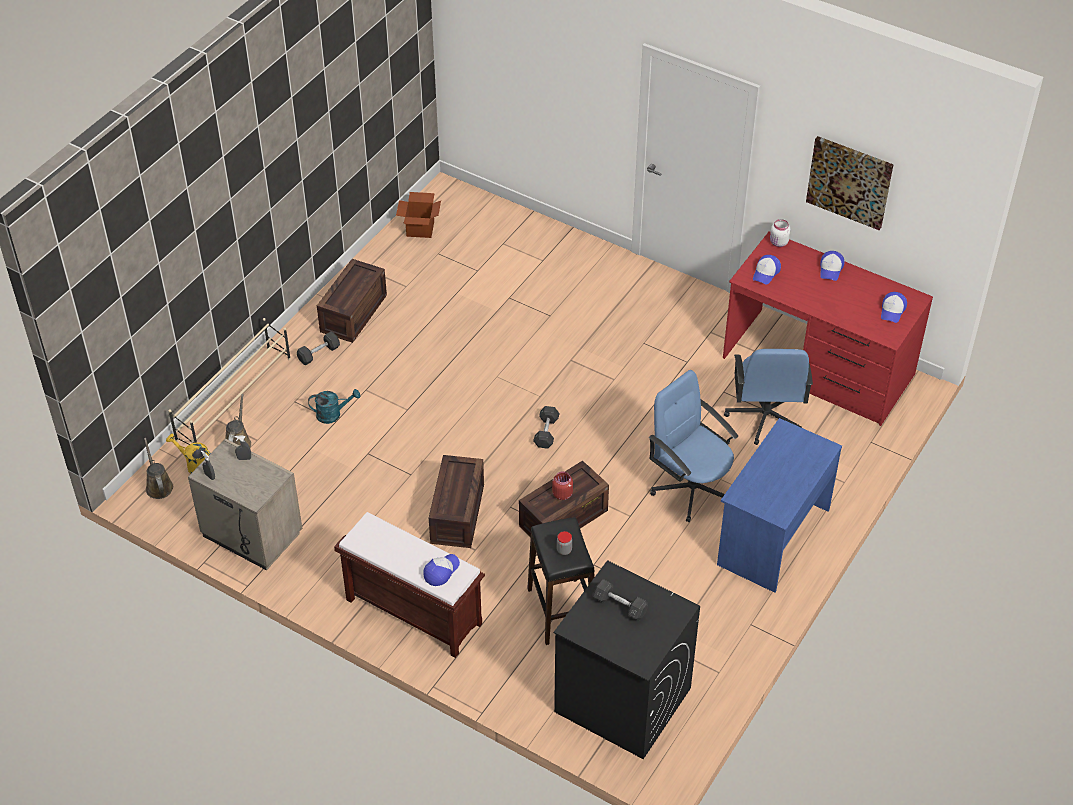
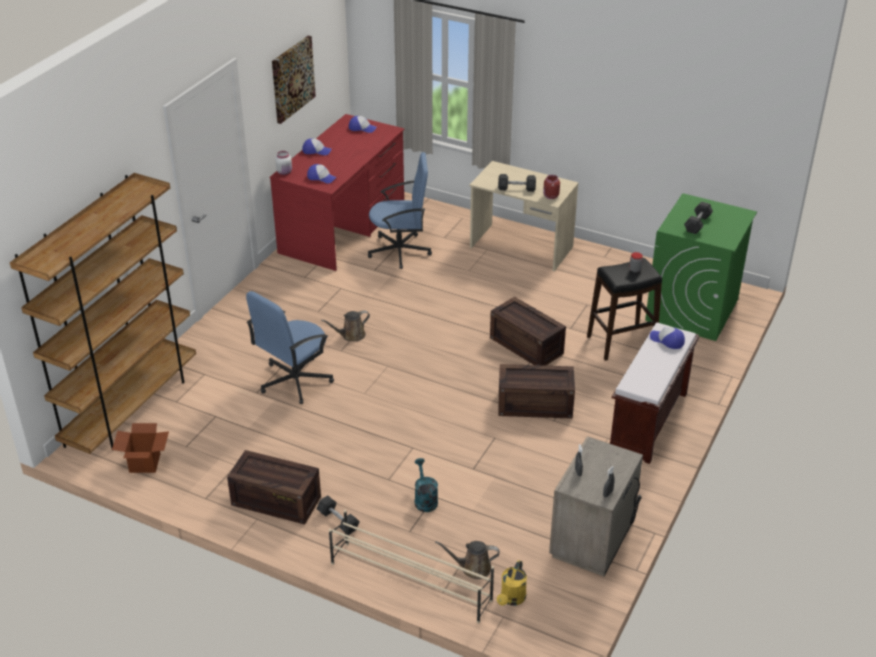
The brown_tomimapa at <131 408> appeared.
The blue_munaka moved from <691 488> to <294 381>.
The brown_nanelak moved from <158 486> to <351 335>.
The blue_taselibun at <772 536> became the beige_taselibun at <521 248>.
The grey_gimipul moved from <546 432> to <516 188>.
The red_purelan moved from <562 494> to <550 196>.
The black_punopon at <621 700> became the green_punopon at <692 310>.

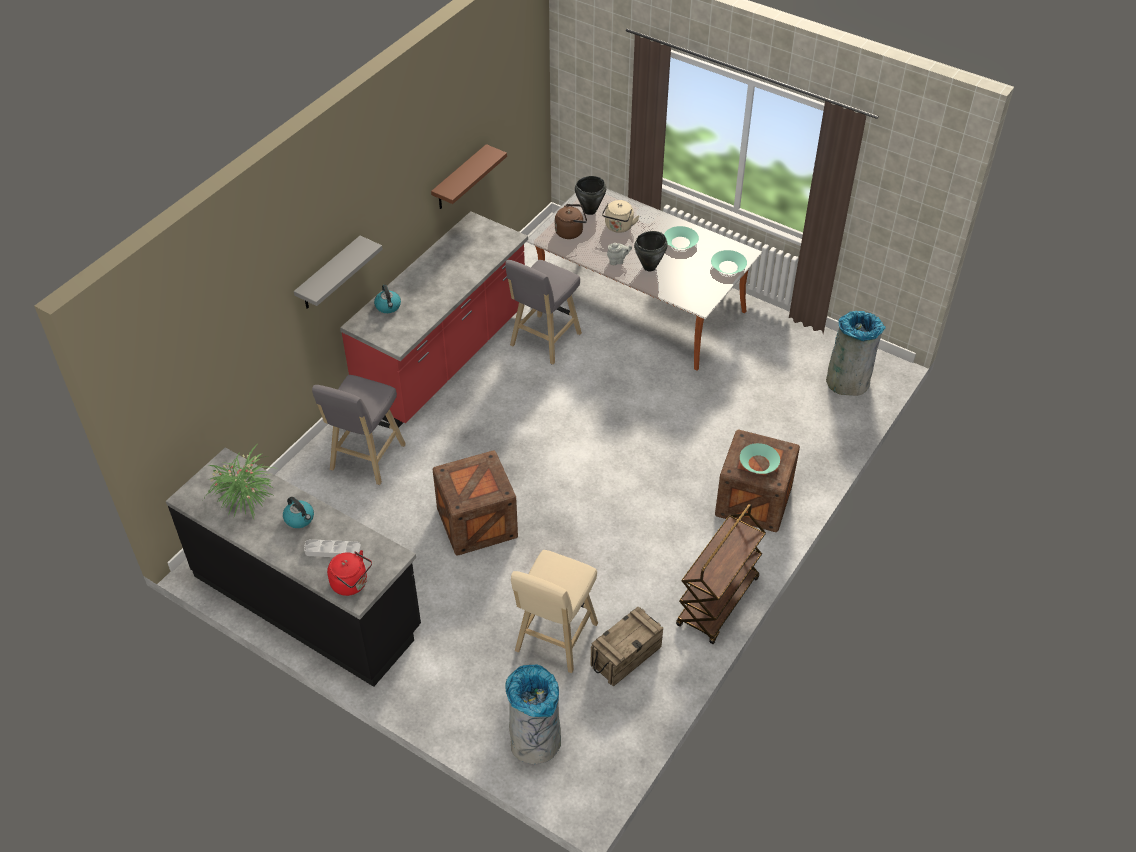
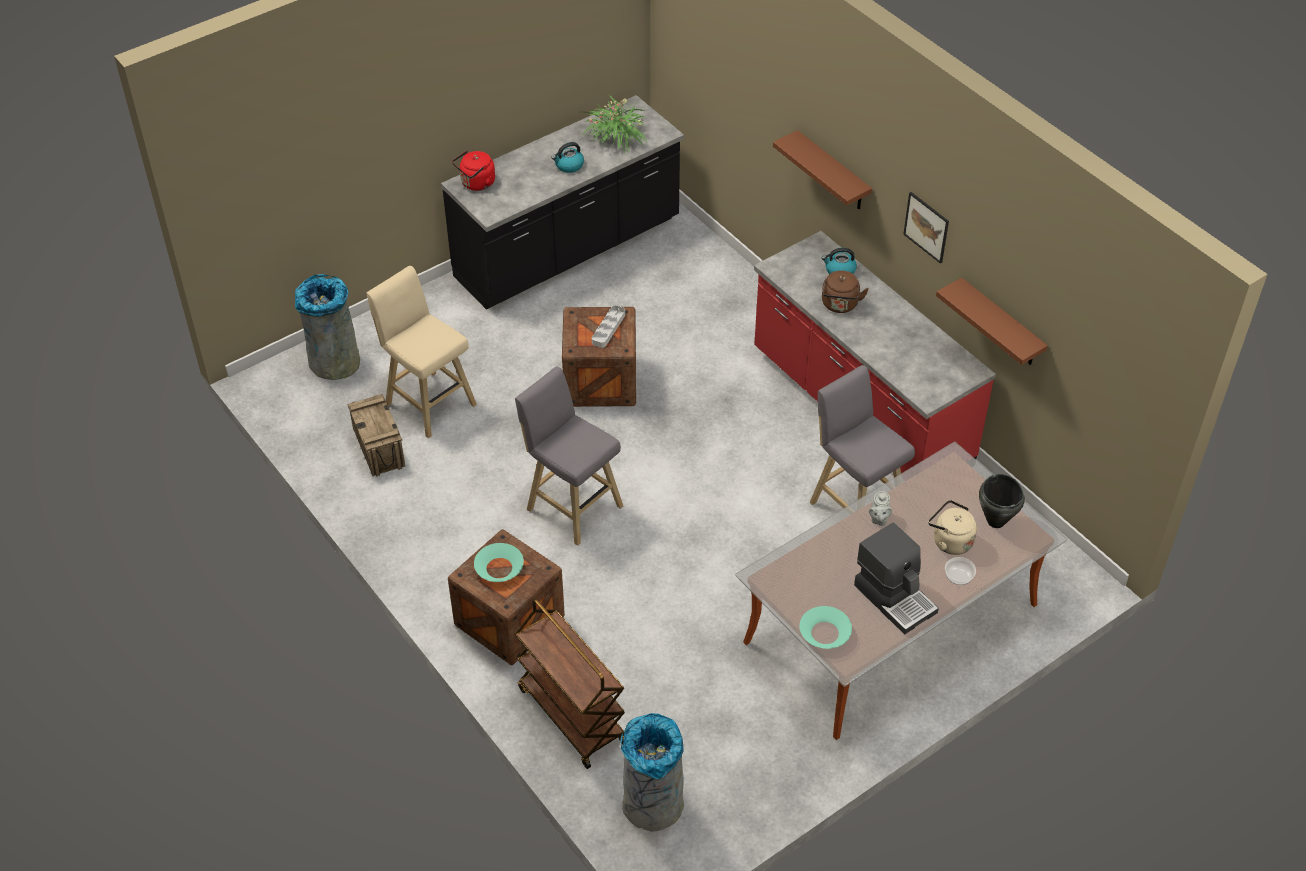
The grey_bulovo moved from <366 460> to <571 505>.
The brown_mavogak moved from <718 603> to <571 715>.
The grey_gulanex moved from <333 551> to <608 329>.
The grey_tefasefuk at <329 274> became the brown_tefasefuk at <833 172>.
The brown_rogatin moved from <571 232> to <840 305>.
The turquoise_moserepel at <680 242> was replaced by the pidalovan at <895 597>.
The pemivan at <926 227> appeared.
The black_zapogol at <650 267> disappeared.

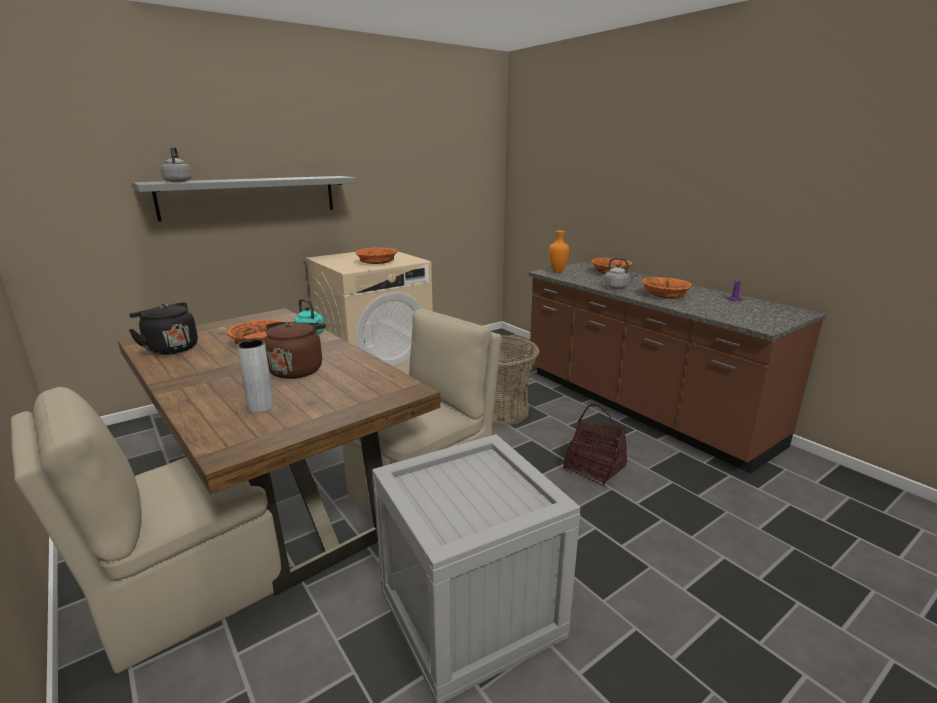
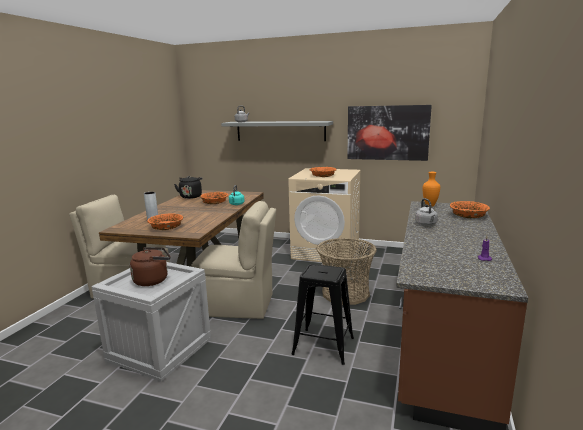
The brown_rogatin moved from <296 370> to <153 280>.
The orange_moserepel moved from <665 295> to <166 227>.
The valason at <594 468> was replaced by the black_bulovo at <323 346>.
The pemivan at <387 132> appeared.

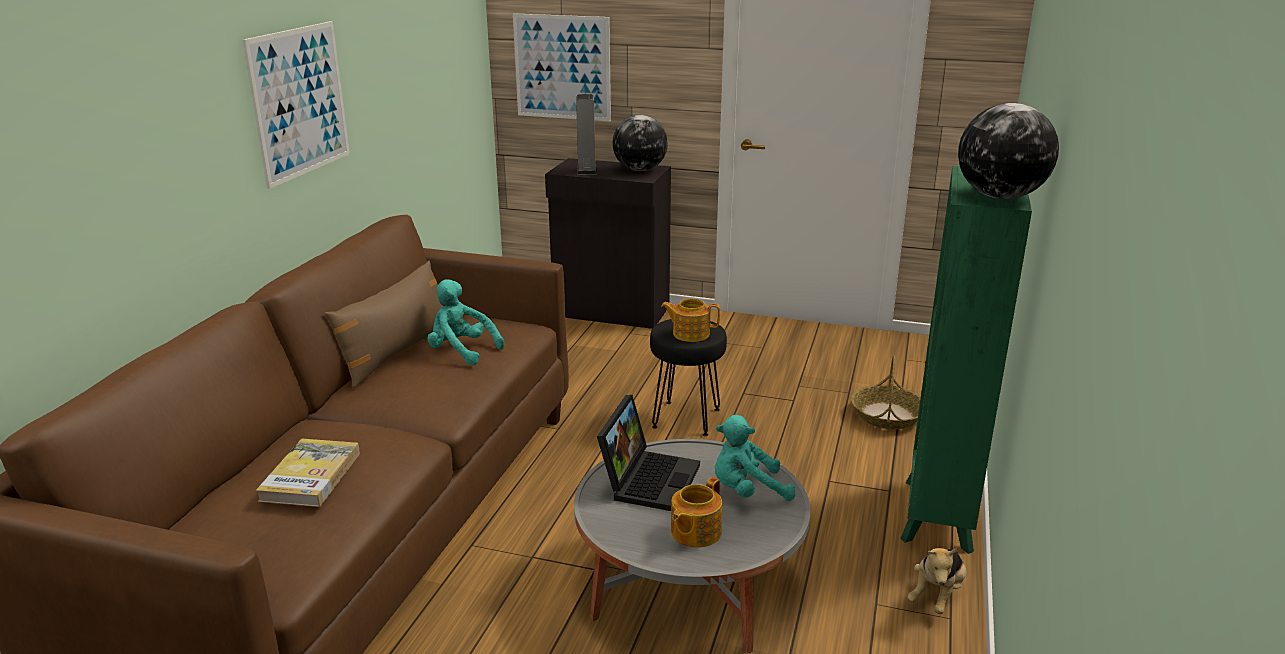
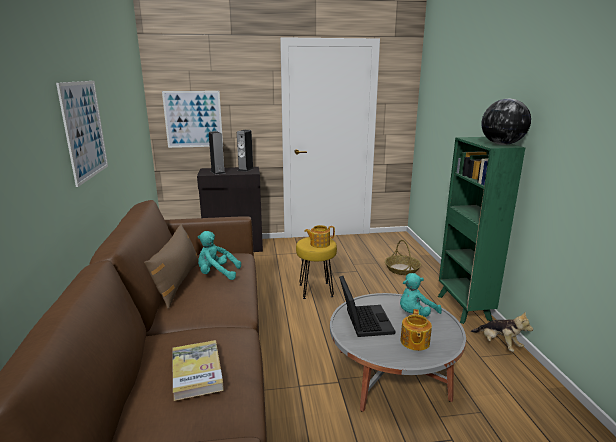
The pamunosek at <640 170> was replaced by the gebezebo at <246 169>.
The black_bulovo at <687 418> became the yellow_bulovo at <316 290>.
The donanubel at <937 595> turned 45 degrees counterclockwise.

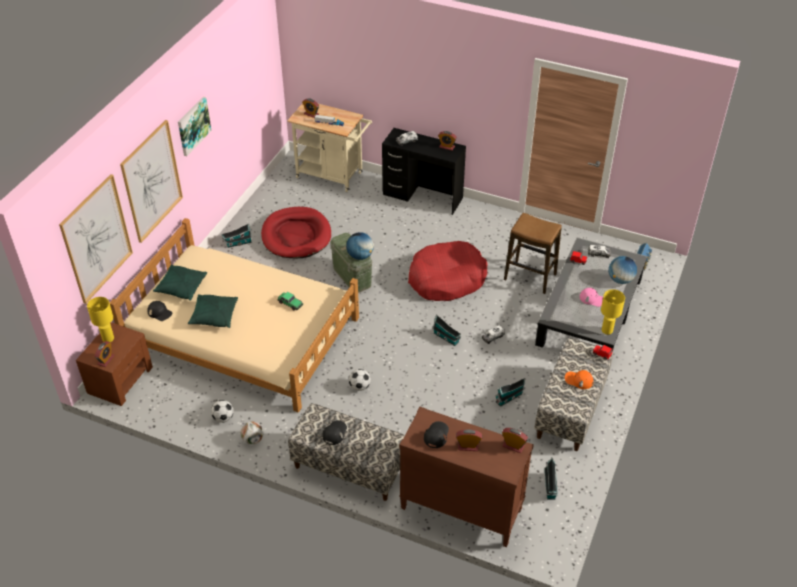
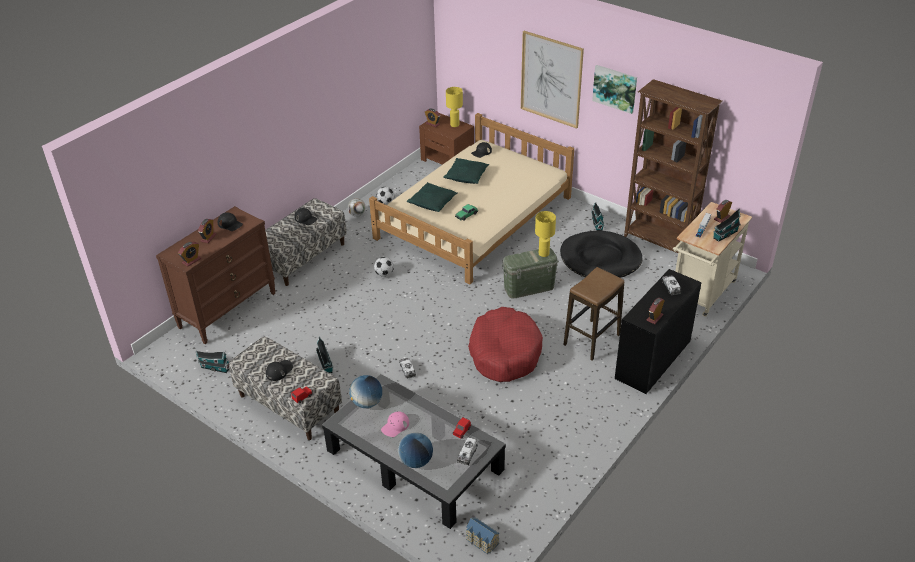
The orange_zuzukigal at <578 380> became the black_zuzukigal at <279 371>.
The pamunosek moved from <360 256> to <367 403>.
The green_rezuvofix moved from <181 287> to <432 203>.
The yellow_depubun moved from <607 331> to <543 254>.
The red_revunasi at <296 235> became the black_revunasi at <600 259>.
The bulovo moved from <529 277> to <591 340>.
The brown_tomimapa at <659 242> appeared.
The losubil moved from <447 338> to <724 235>.
The pemivan at <96 239> disappeared.

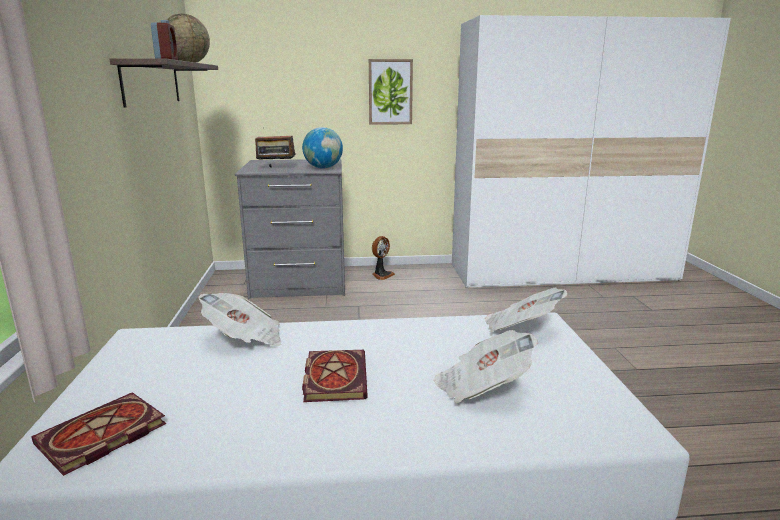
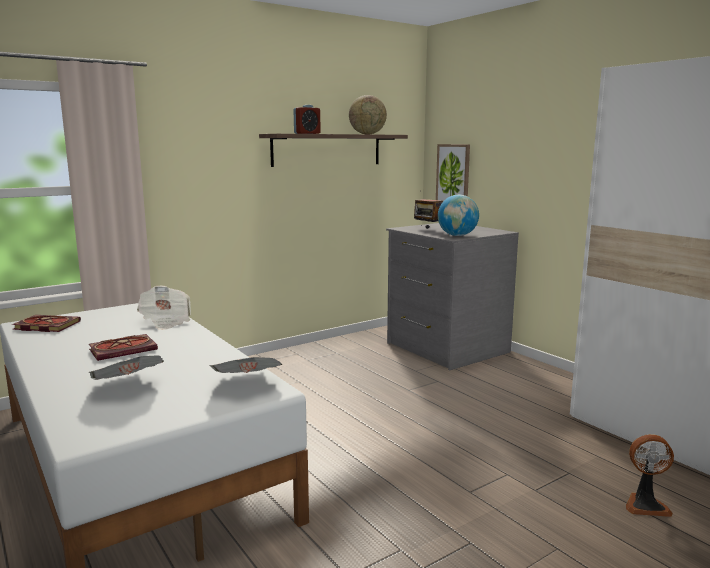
The pemivan moved from <390 92> to <453 175>.
The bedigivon moved from <382 275> to <645 505>.

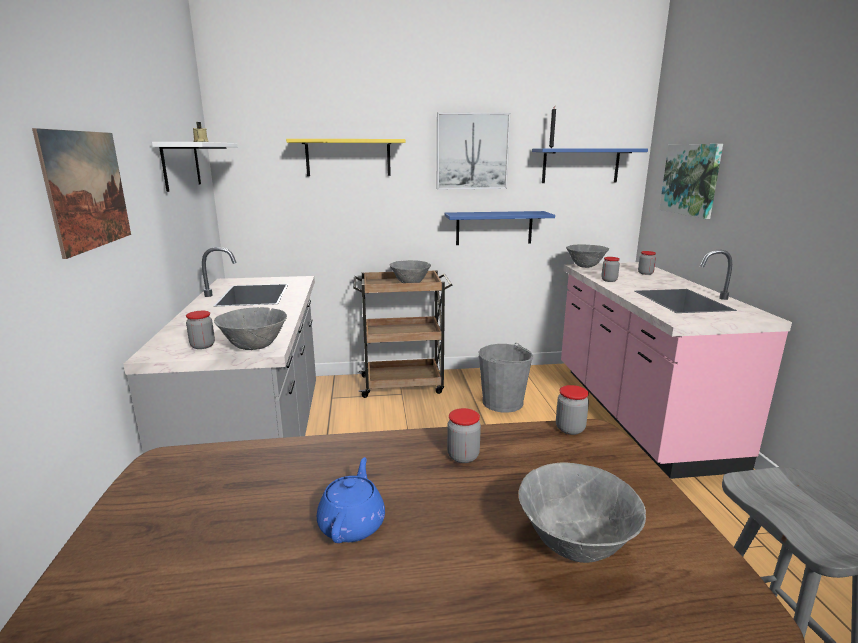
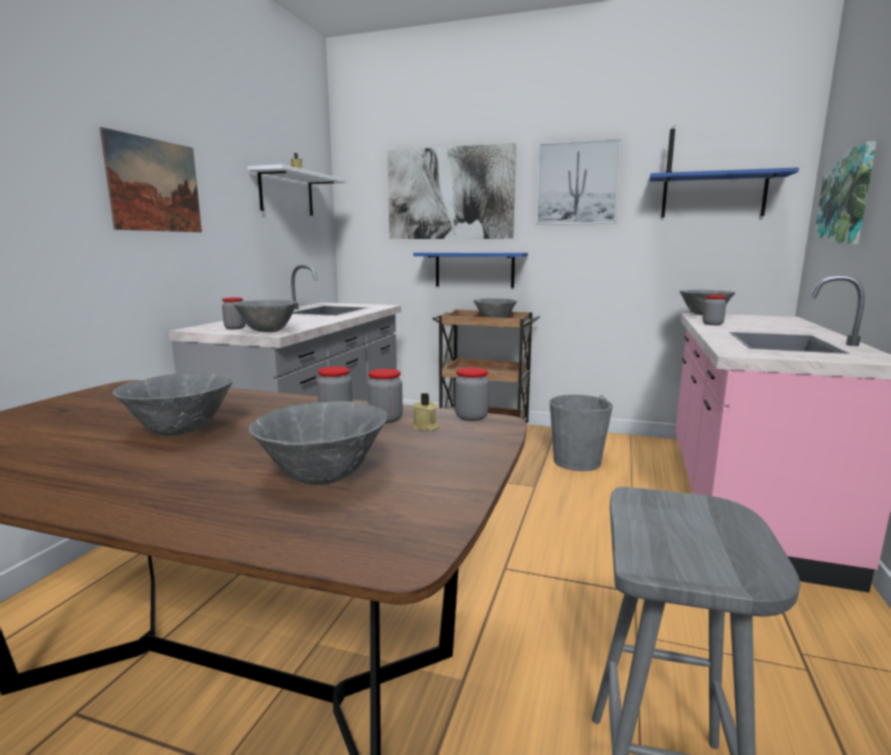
The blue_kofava at <352 524> was replaced by the grey_moserepel at <180 432>.
The purelan moved from <645 273> to <385 419>.
The yellow_tefasefuk at <348 157> was replaced by the pemivan at <449 193>.
The blue_tefasefuk moved from <494 228> to <474 269>.
The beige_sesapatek at <425 427> appeared.

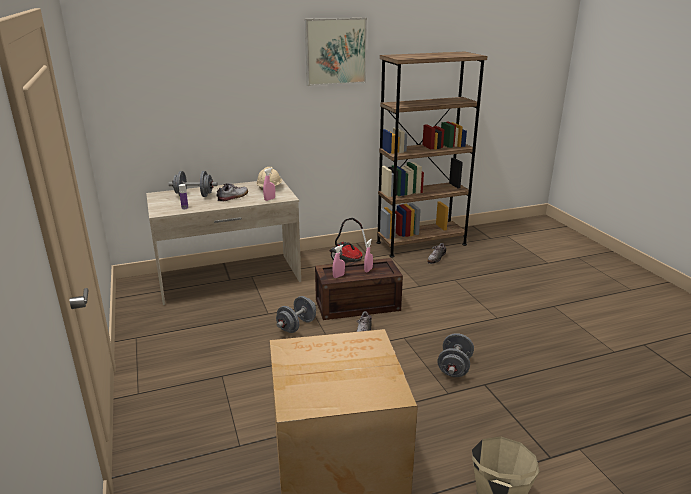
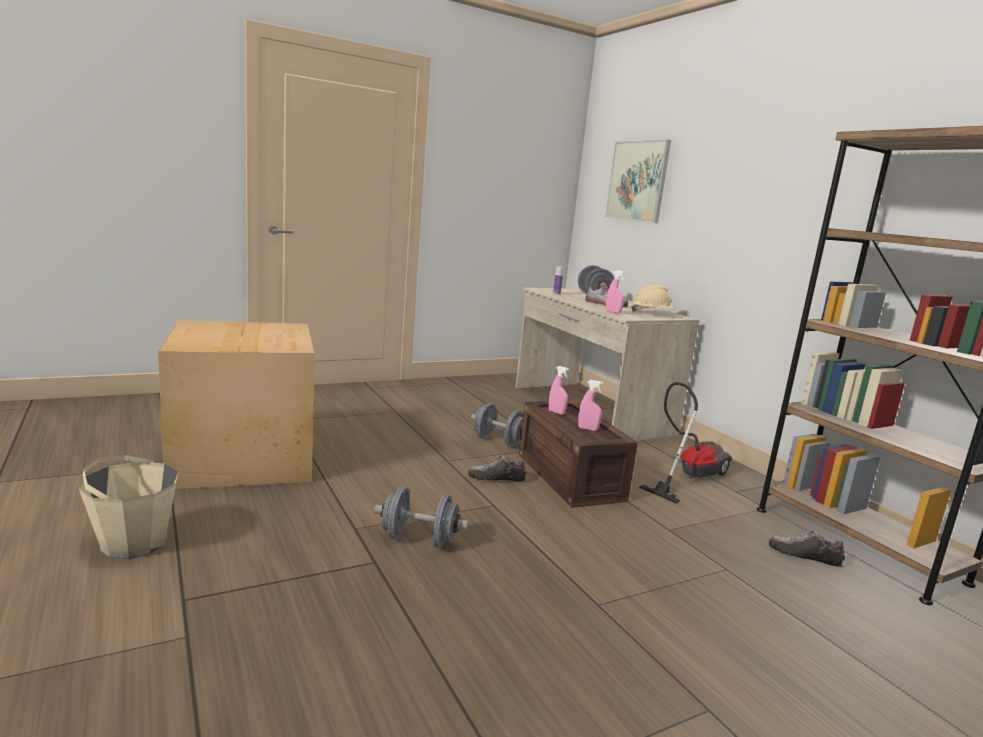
The pemivan moved from <335 51> to <637 181>.

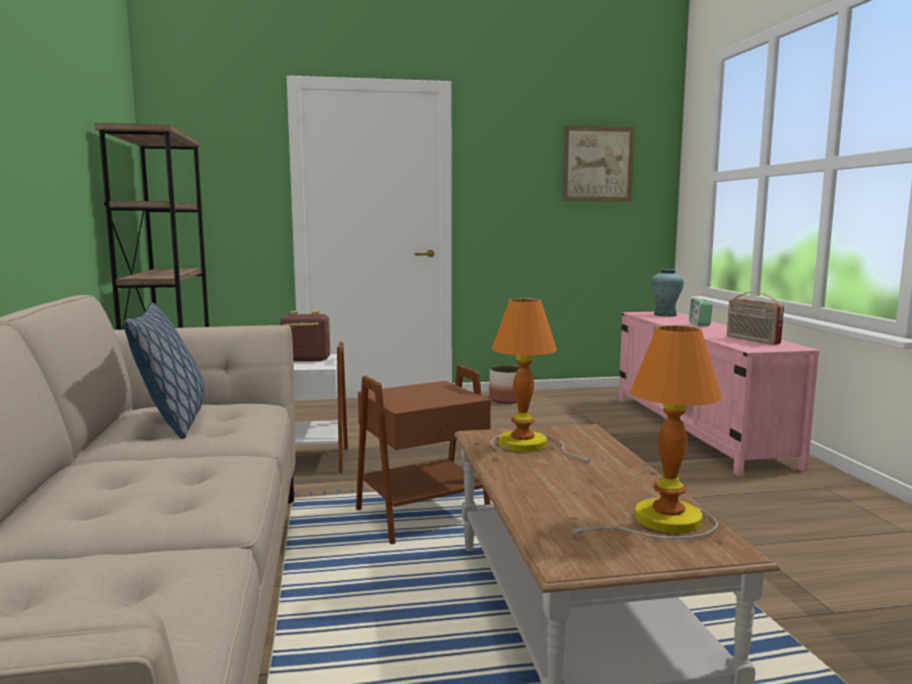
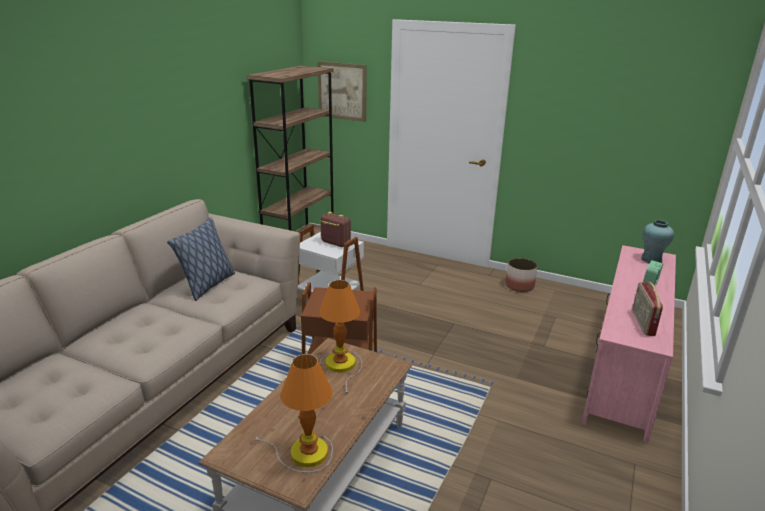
The pemivan moved from <597 164> to <342 91>.

